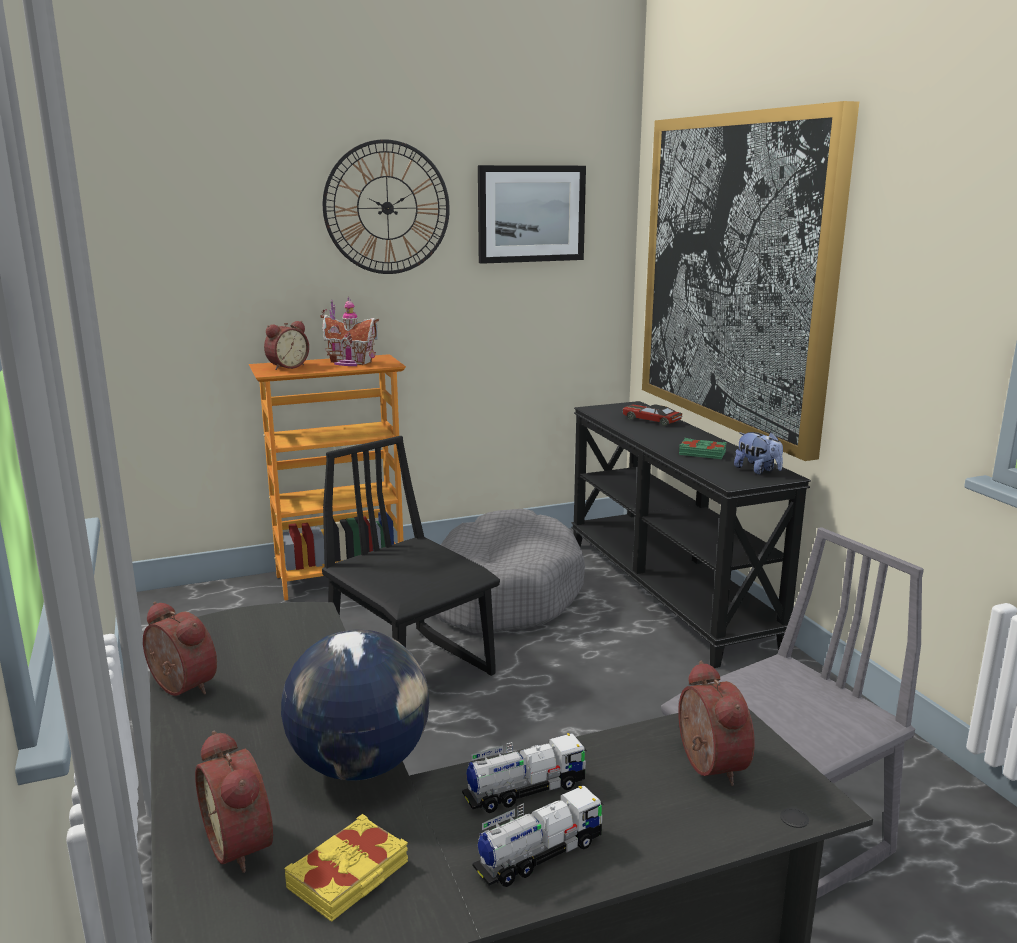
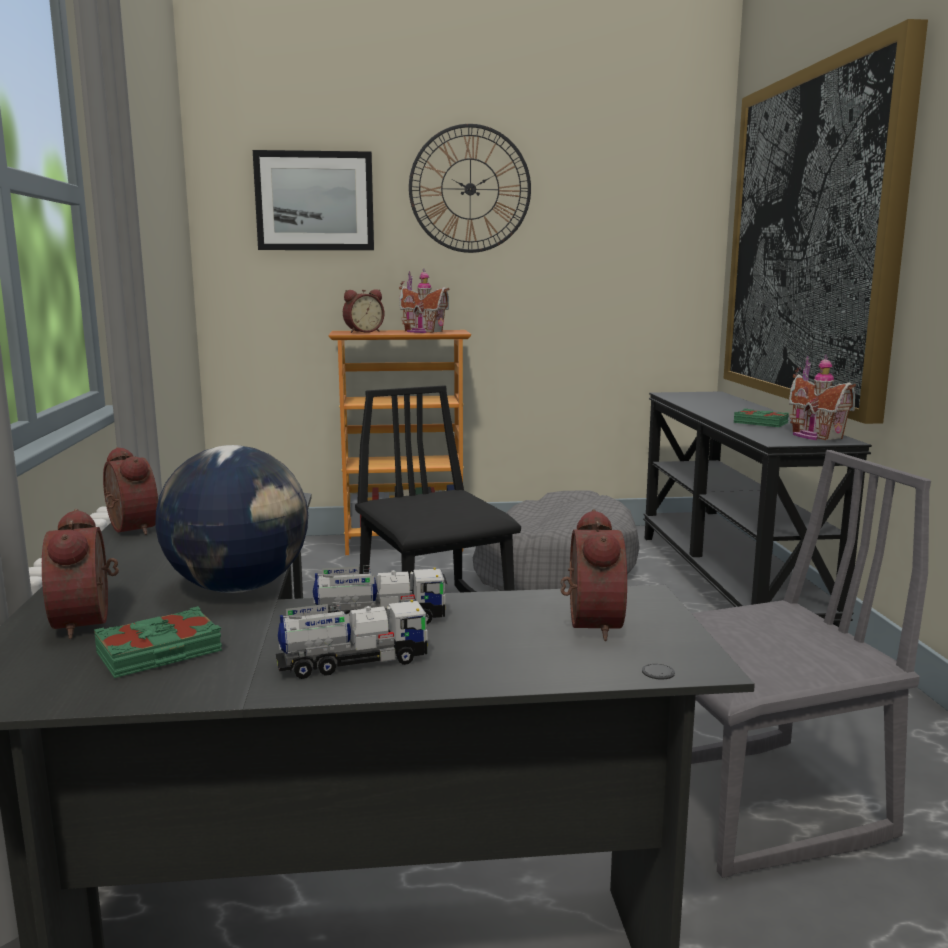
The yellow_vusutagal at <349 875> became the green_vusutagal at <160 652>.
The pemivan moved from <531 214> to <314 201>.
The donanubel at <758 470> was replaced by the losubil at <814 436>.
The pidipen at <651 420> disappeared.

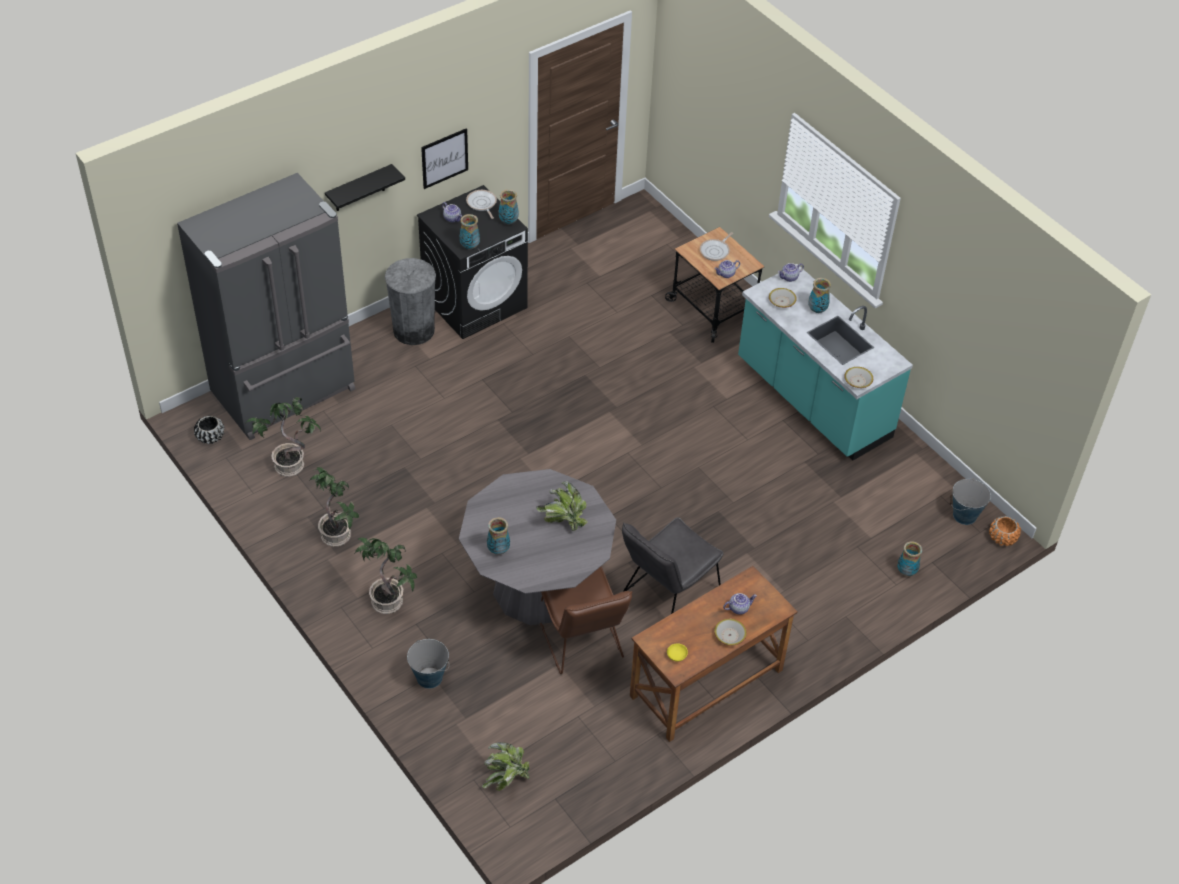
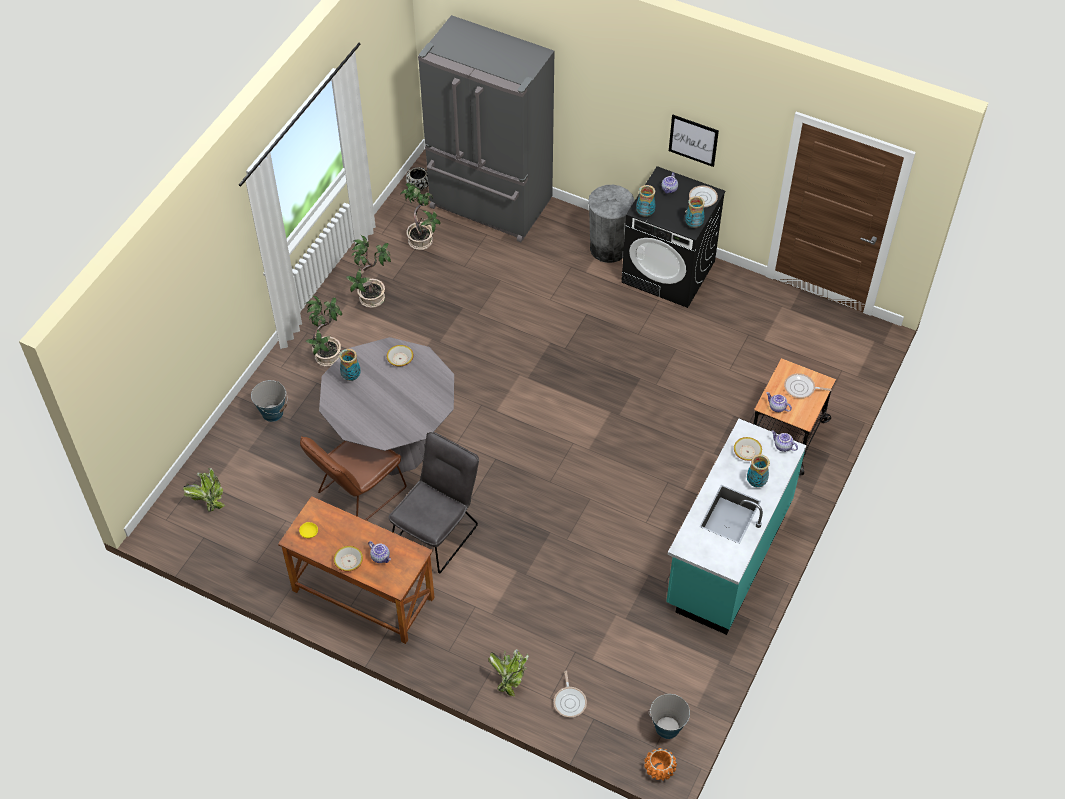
The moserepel moved from <858 381> to <400 359>.
The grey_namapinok at <666 594> turned 105 degrees clockwise.
The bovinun moved from <562 519> to <510 677>.
The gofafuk at <906 571> was replaced by the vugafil at <570 701>.
The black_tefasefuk at <359 189> disappeared.

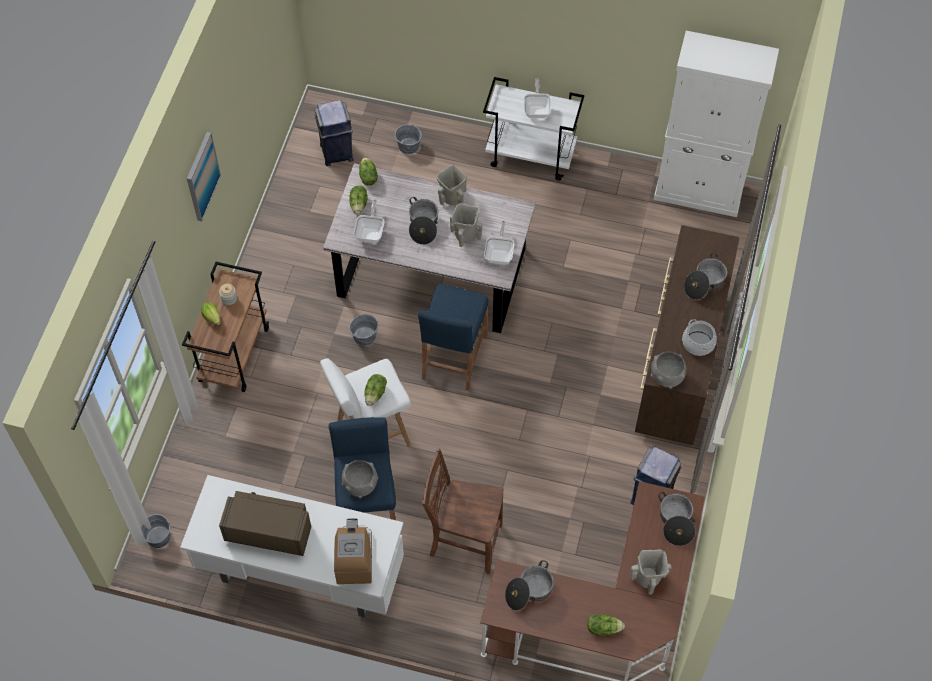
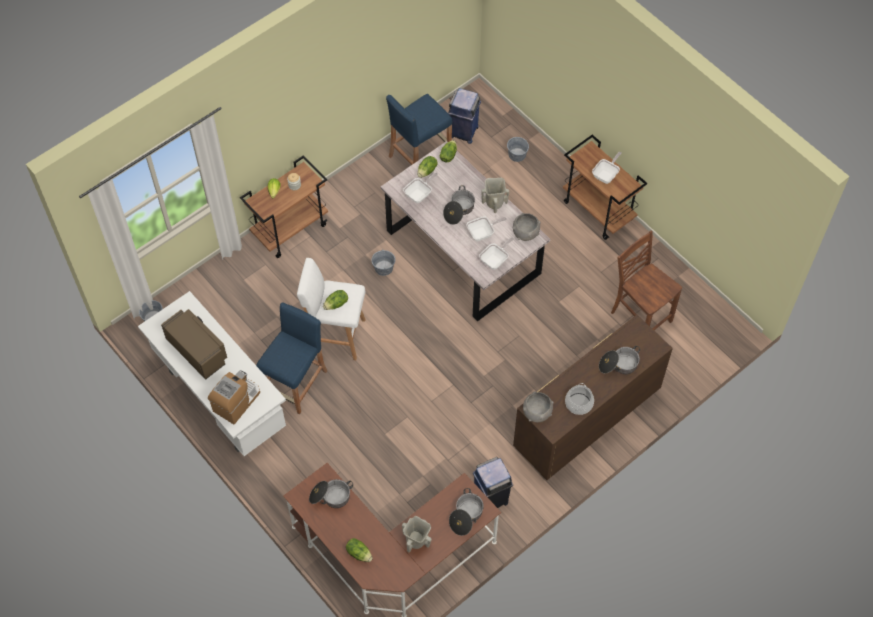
The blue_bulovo moved from <453 357> to <419 155>.
The beige_gofafuk at <465 234> was replaced by the vugafil at <483 233>.
The grey_moserepel moved from <360 484> to <525 233>.
The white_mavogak at <531 156> became the brown_mavogak at <599 211>.
The brown_namapinok moved from <464 540> to <640 316>.
The pemivan at <202 176> disappeared.
The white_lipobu at <699 192> disappeared.

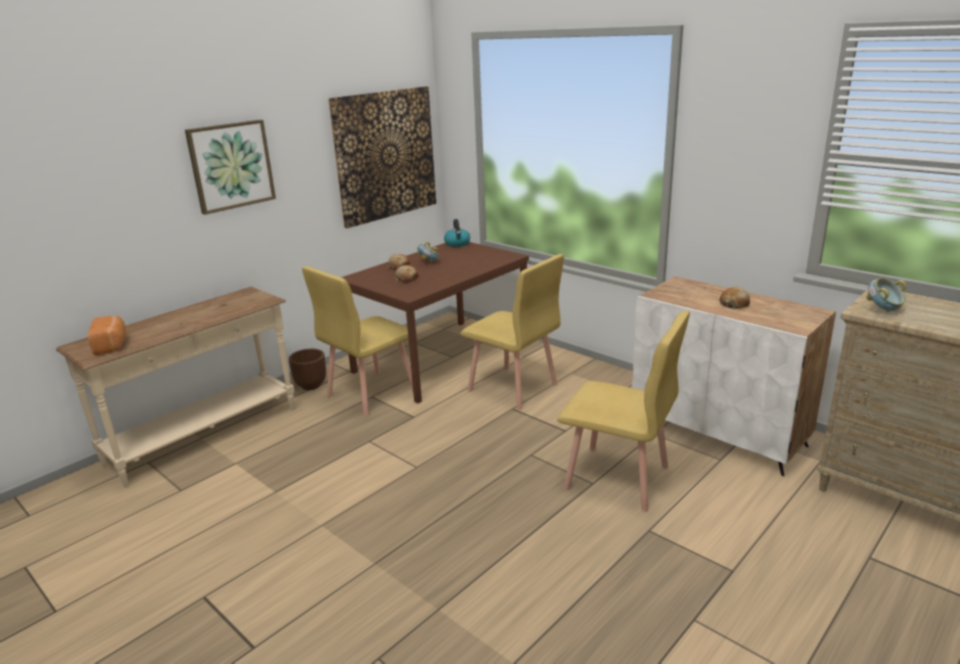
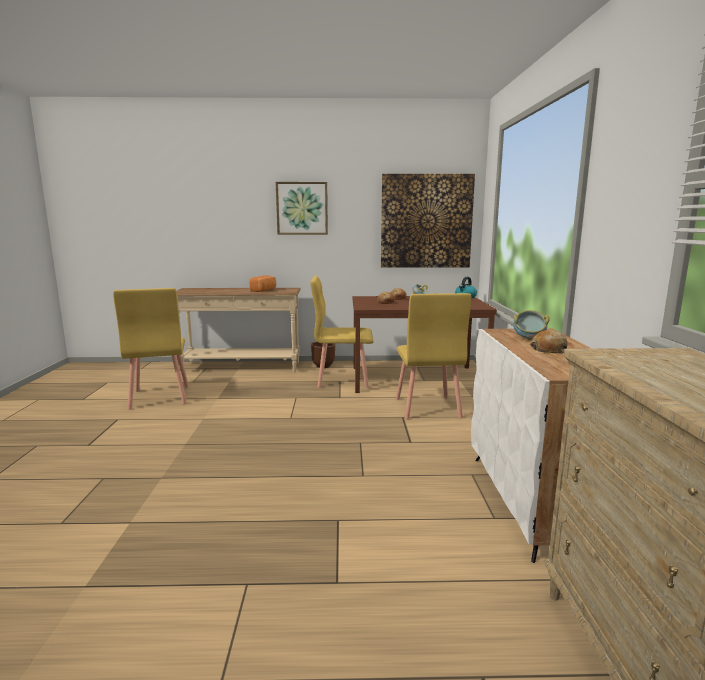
The yellow_namapinok moved from <617 478> to <159 397>.
The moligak moved from <112 345> to <264 290>.
The moserepel moved from <883 310> to <528 339>.

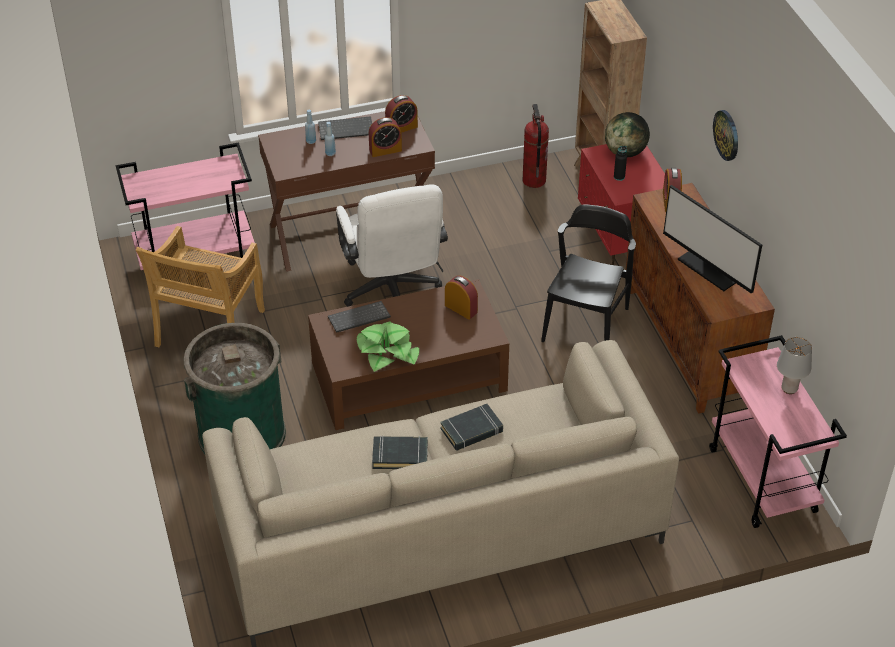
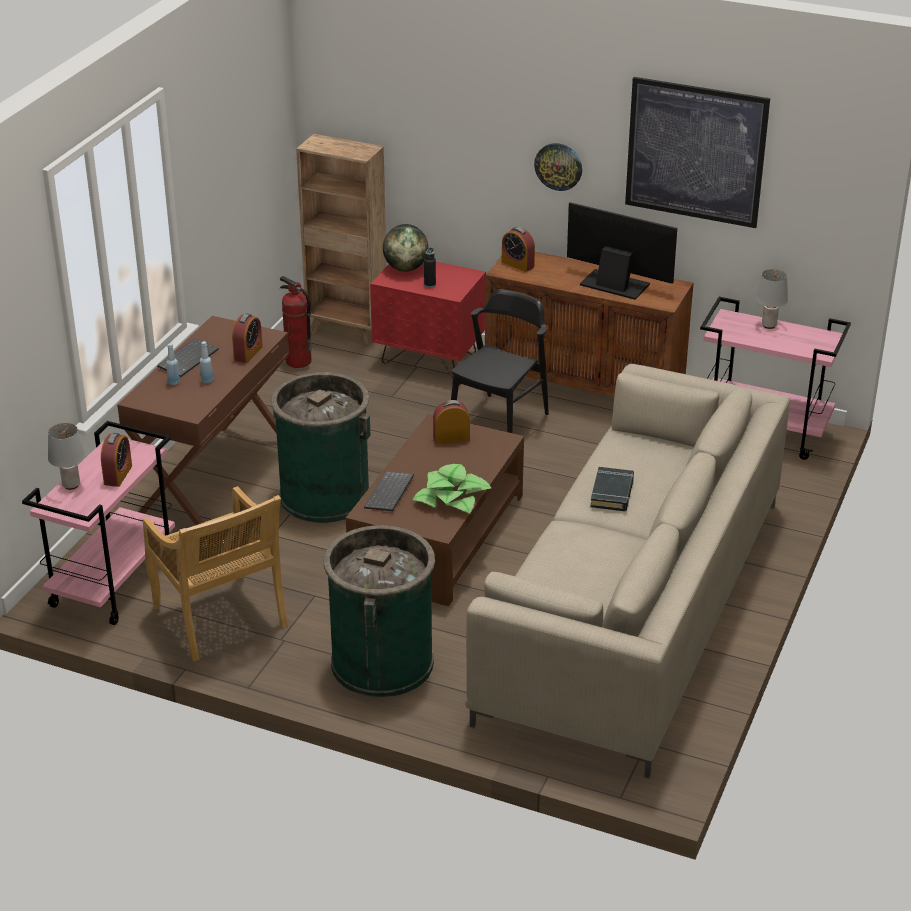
The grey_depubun at <71 485> appeared.
The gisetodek moved from <401 128> to <118 475>.
The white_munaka at <392 293> was replaced by the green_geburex at <325 495>.
The black_namapinok at <585 324> turned 60 degrees clockwise.
The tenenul at <711 268> turned 150 degrees counterclockwise.
The pemivan at <695 152> appeared.
The black_vusutagal at <400 455> disappeared.

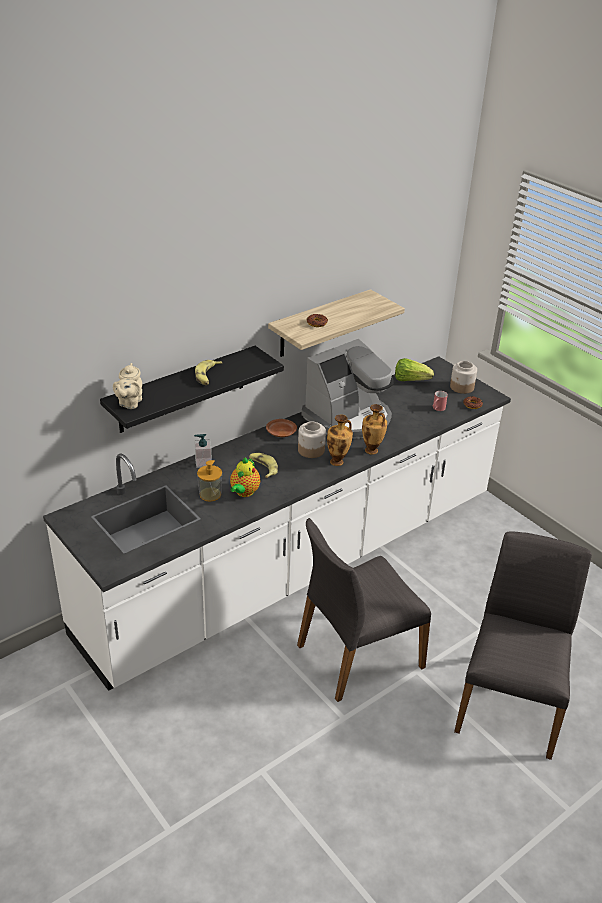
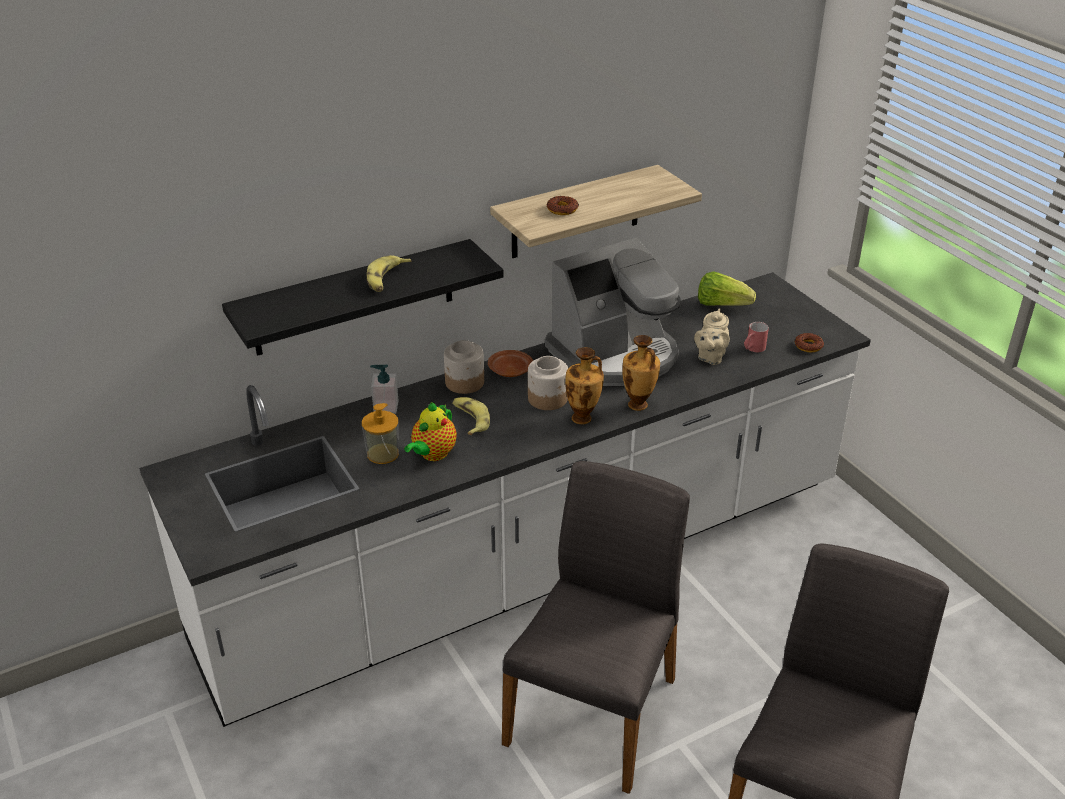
The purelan moved from <462 387> to <464 383>.
The grey_namapinok at <357 655> turned 135 degrees clockwise.
The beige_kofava moved from <129 403> to <710 357>.

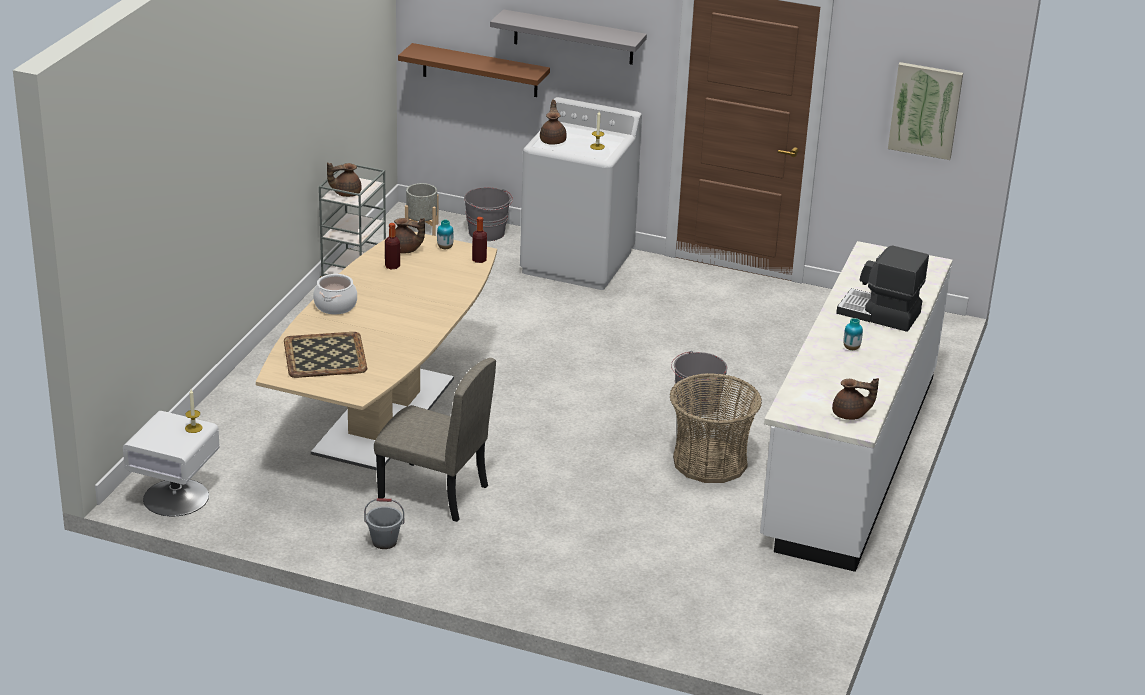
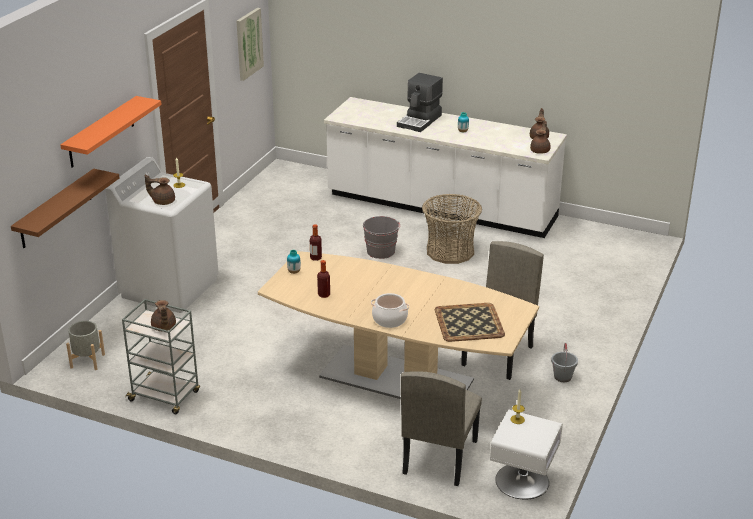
The grey_tefasefuk at <573 37> became the orange_tefasefuk at <101 132>.
The beige_namapinok at <439 457> appeared.
The brown_kofava moved from <405 250> to <540 150>.
The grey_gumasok at <487 233> disappeared.

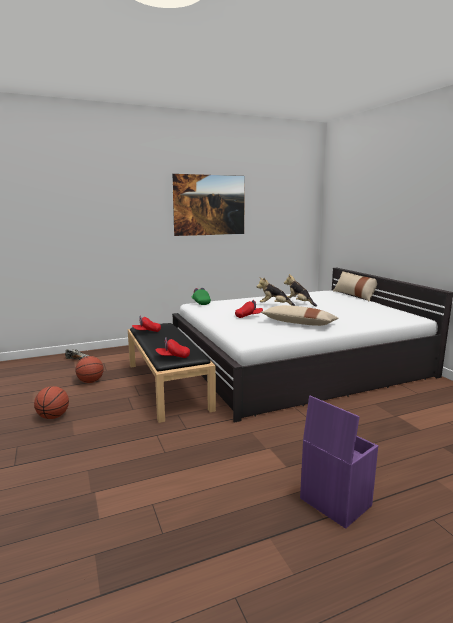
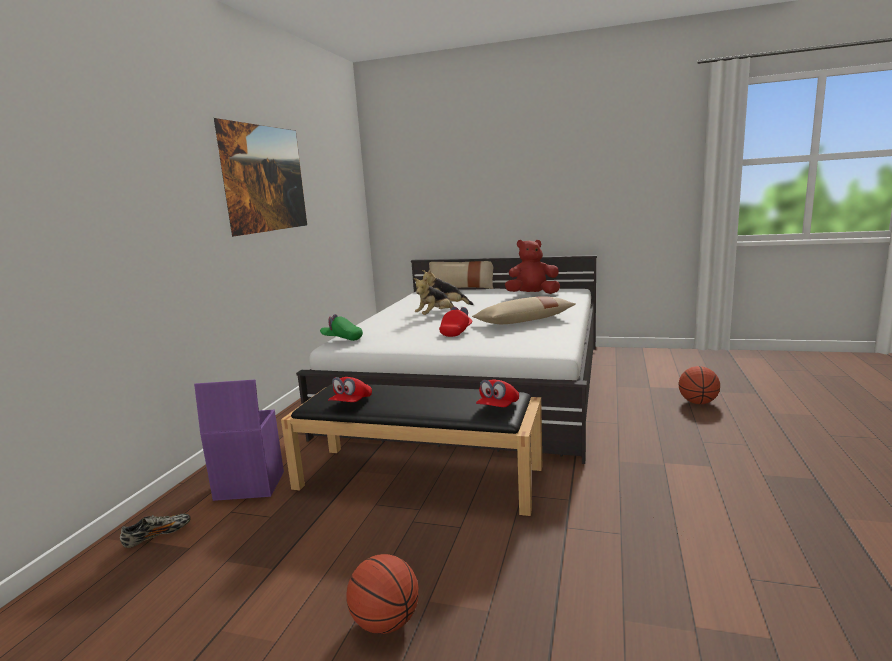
The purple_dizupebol moved from <333 502> to <248 486>.
The red_donanubel at <532 294> appeared.
The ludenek moved from <90 381> to <697 402>.

